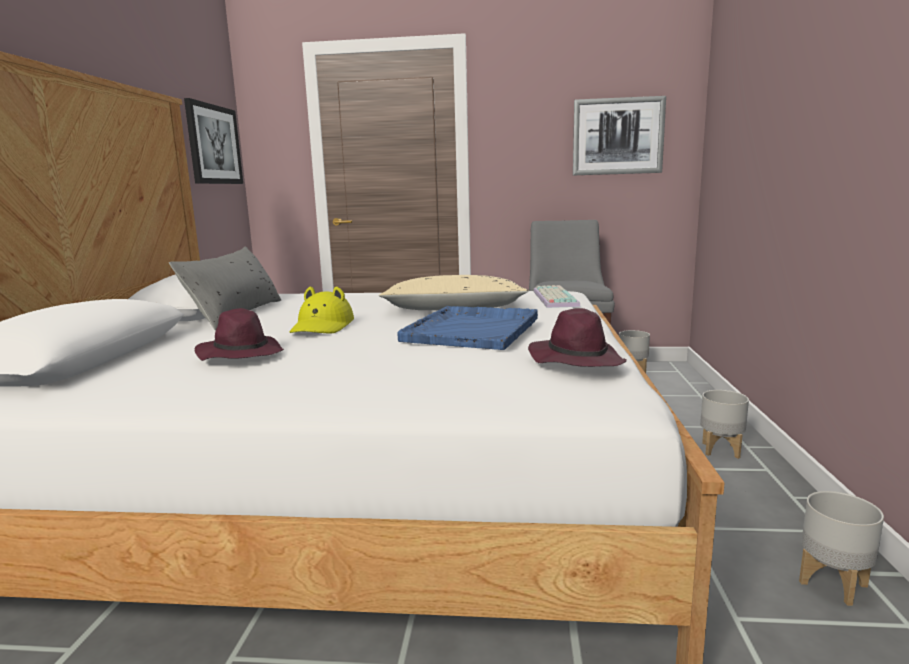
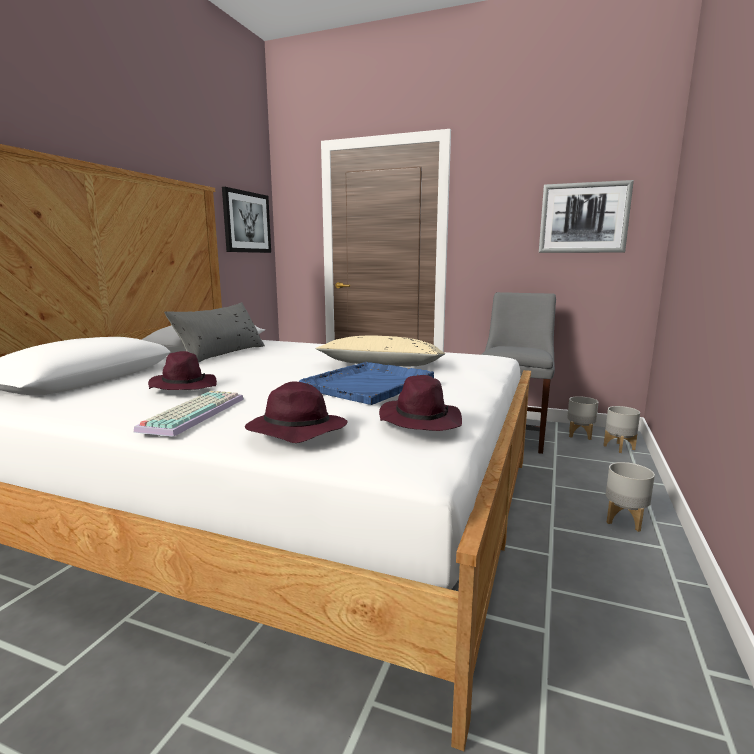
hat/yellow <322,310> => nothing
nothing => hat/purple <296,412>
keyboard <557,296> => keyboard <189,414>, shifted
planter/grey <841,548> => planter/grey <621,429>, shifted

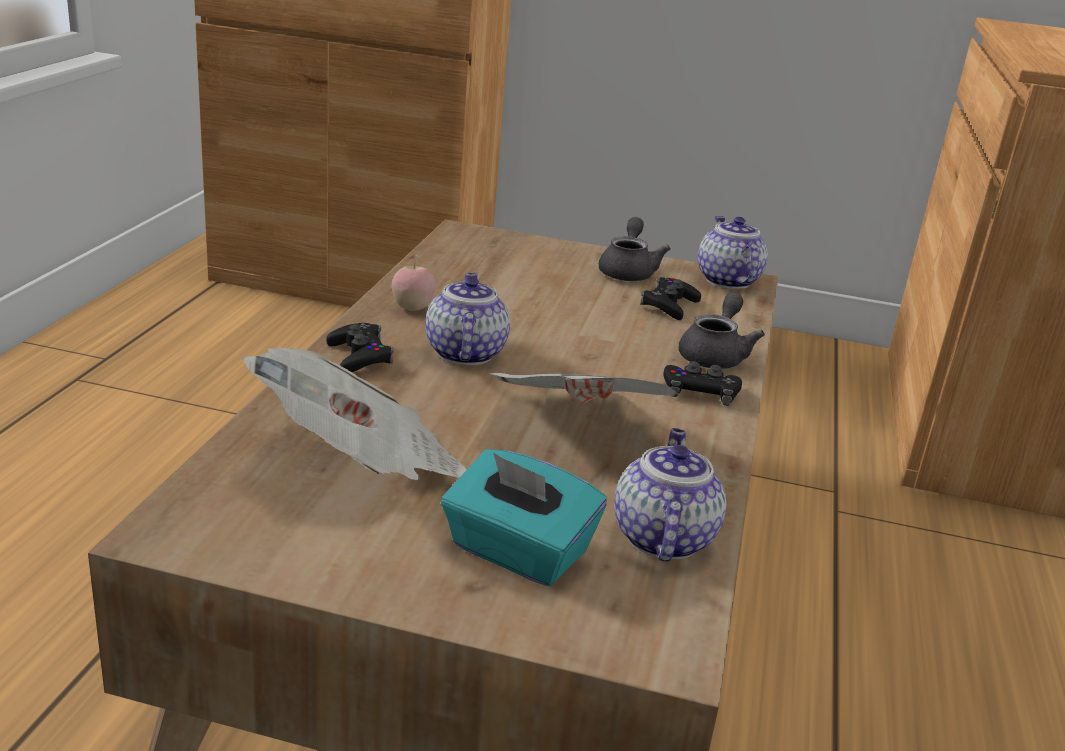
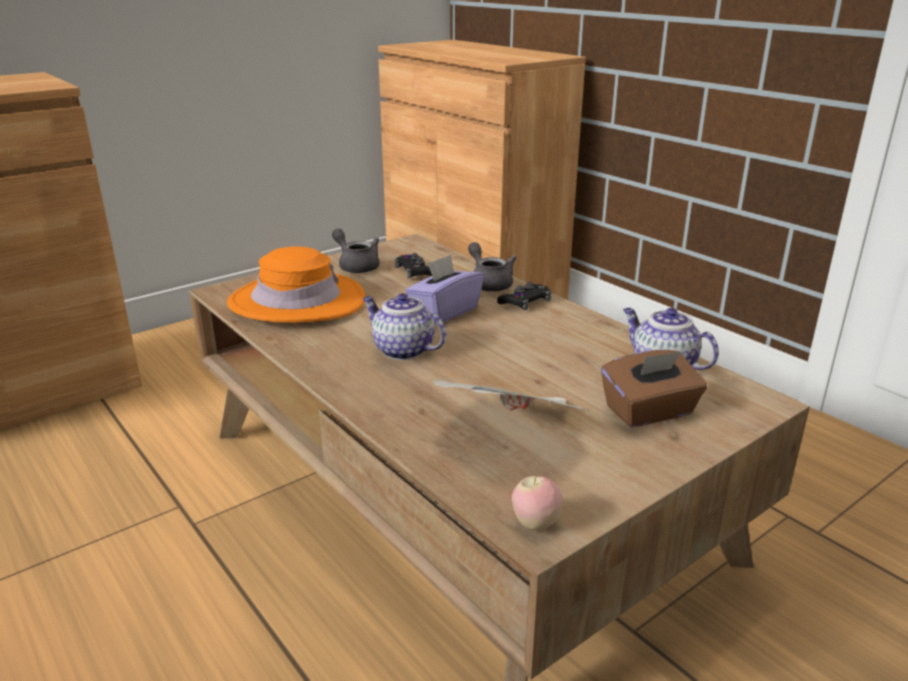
game controller/black <360,347> => nothing
newspaper <584,388> => nothing
teapot <733,252> => nothing
nothing => hat/orange <296,284>
nothing => tissue box/purple <444,289>
apple <414,287> => apple <537,503>, shifted
tissue box/turquoise <524,518> => tissue box/brown <654,388>

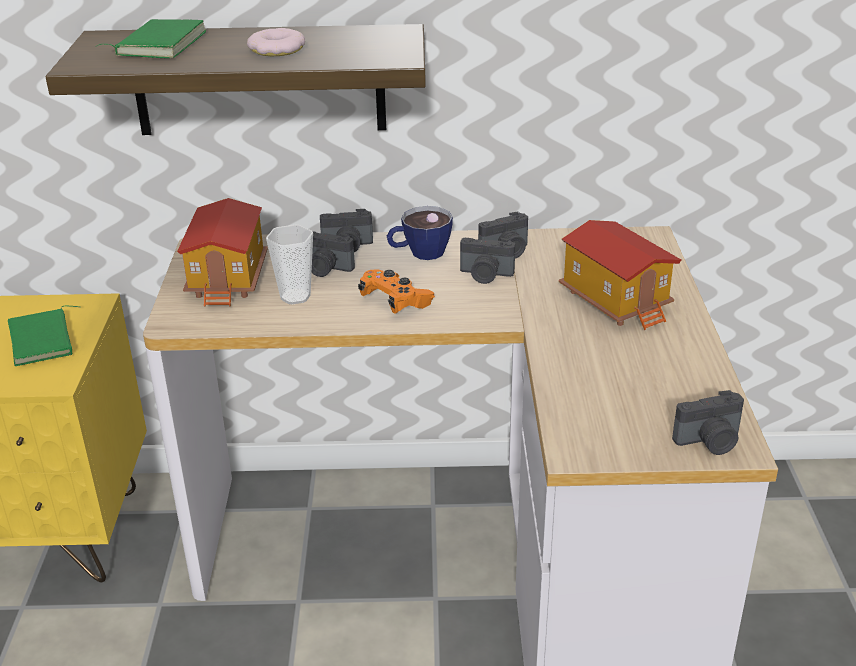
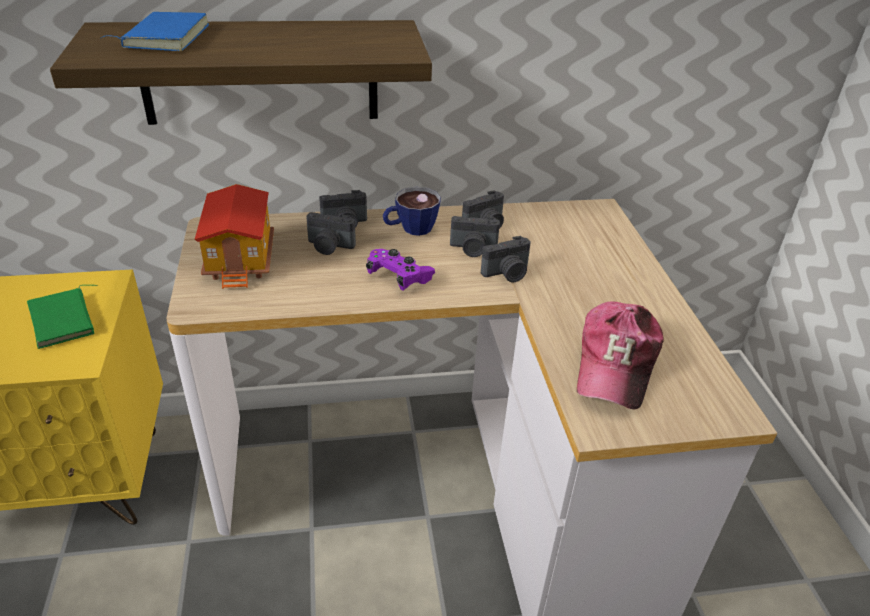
donut <276,42> => nothing
cup <289,264> => nothing
toy house <620,275> => nothing
nothing => cap <620,355>
photo camera <708,422> => photo camera <506,259>, shifted
book/green <151,39> => book/blue <155,31>
game controller/orange <396,291> => game controller/purple <400,270>

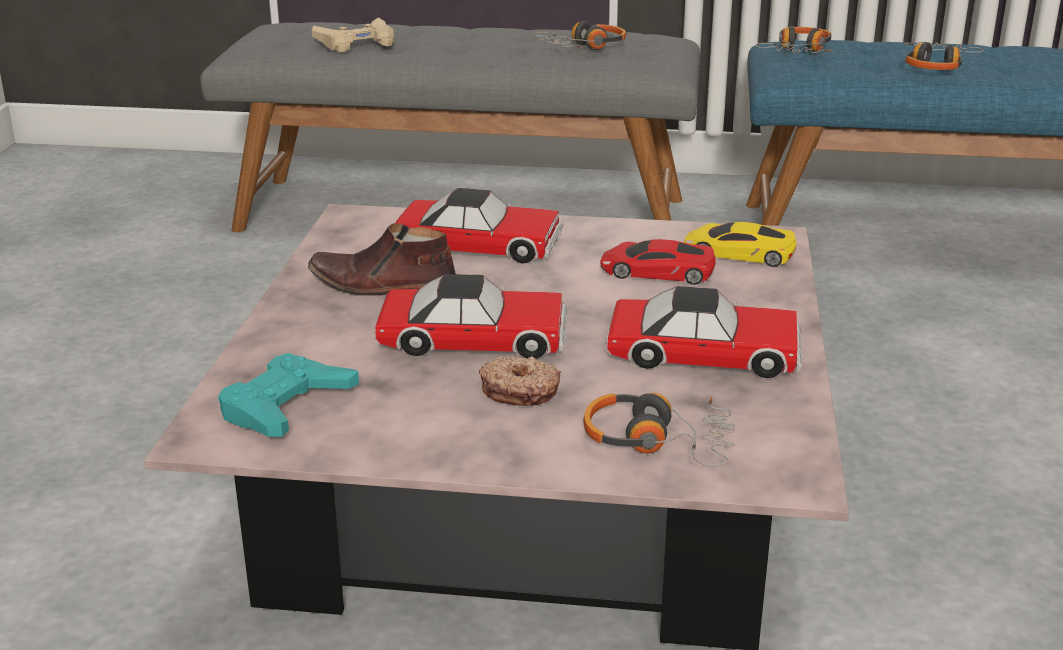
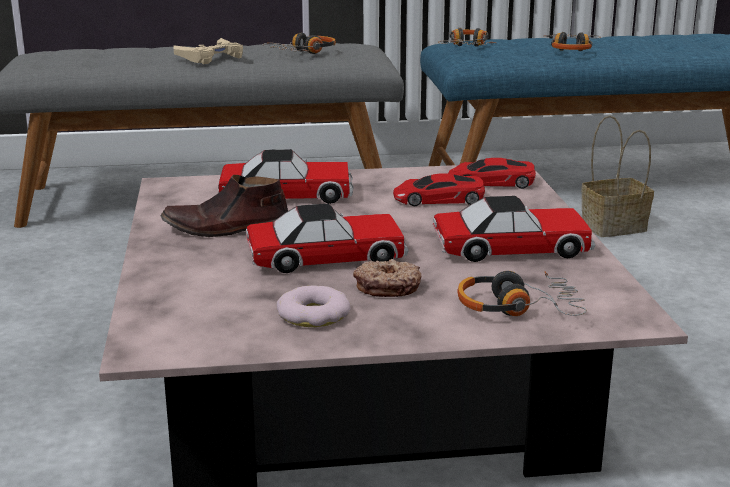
game controller/turquoise <288,395> => nothing
nothing => donut <313,306>
nothing => basket <617,176>
game controller/beige <353,35> => game controller/beige <208,51>, shifted
toy car/yellow <740,244> => toy car/red <492,173>

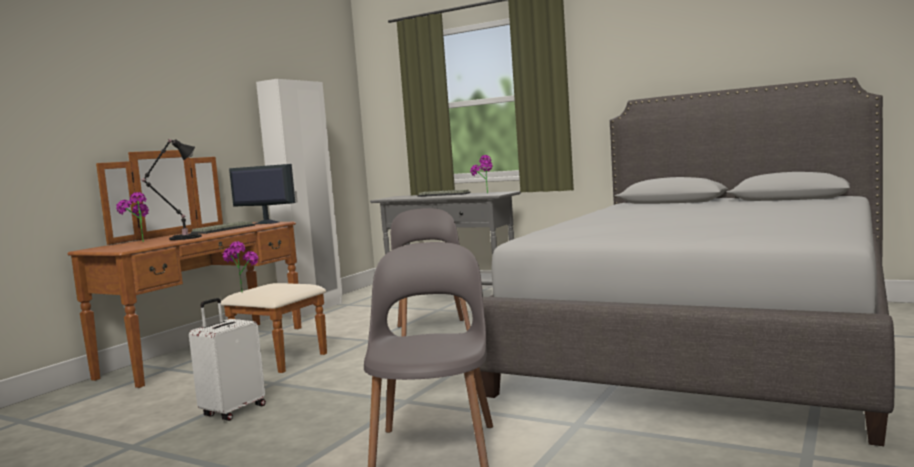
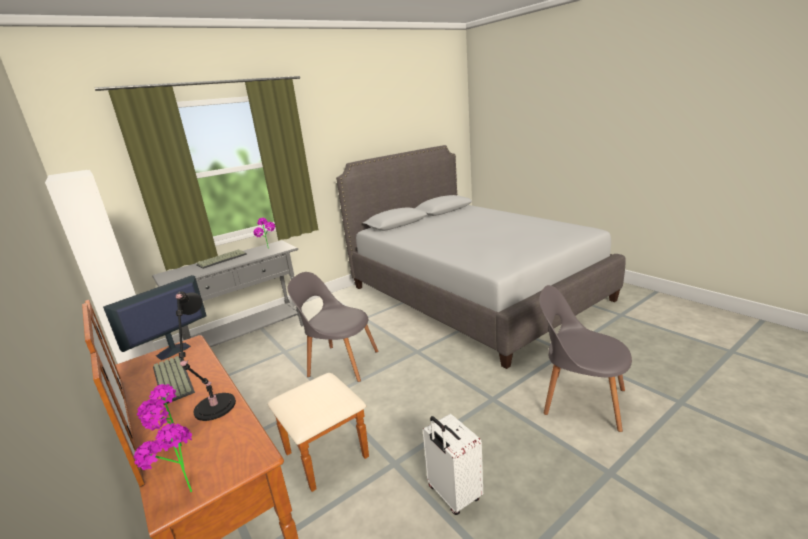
potted plant <240,266> => potted plant <163,457>, shifted

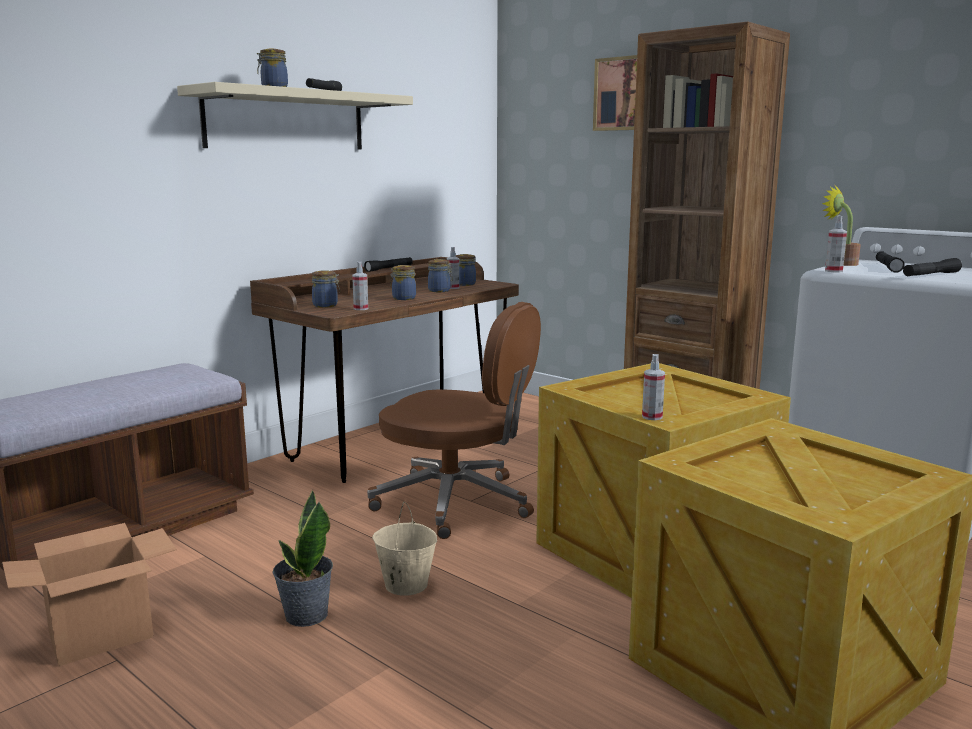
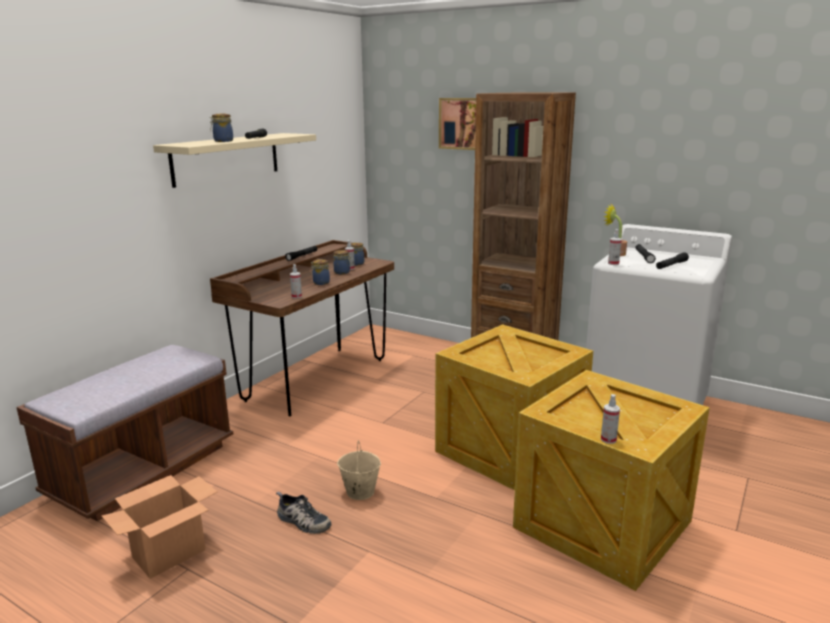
jar <326,289> => nothing
office chair/brown <454,420> => nothing
spray bottle <653,387> => spray bottle <610,419>, shifted
potted plant <303,558> => shoe <303,512>

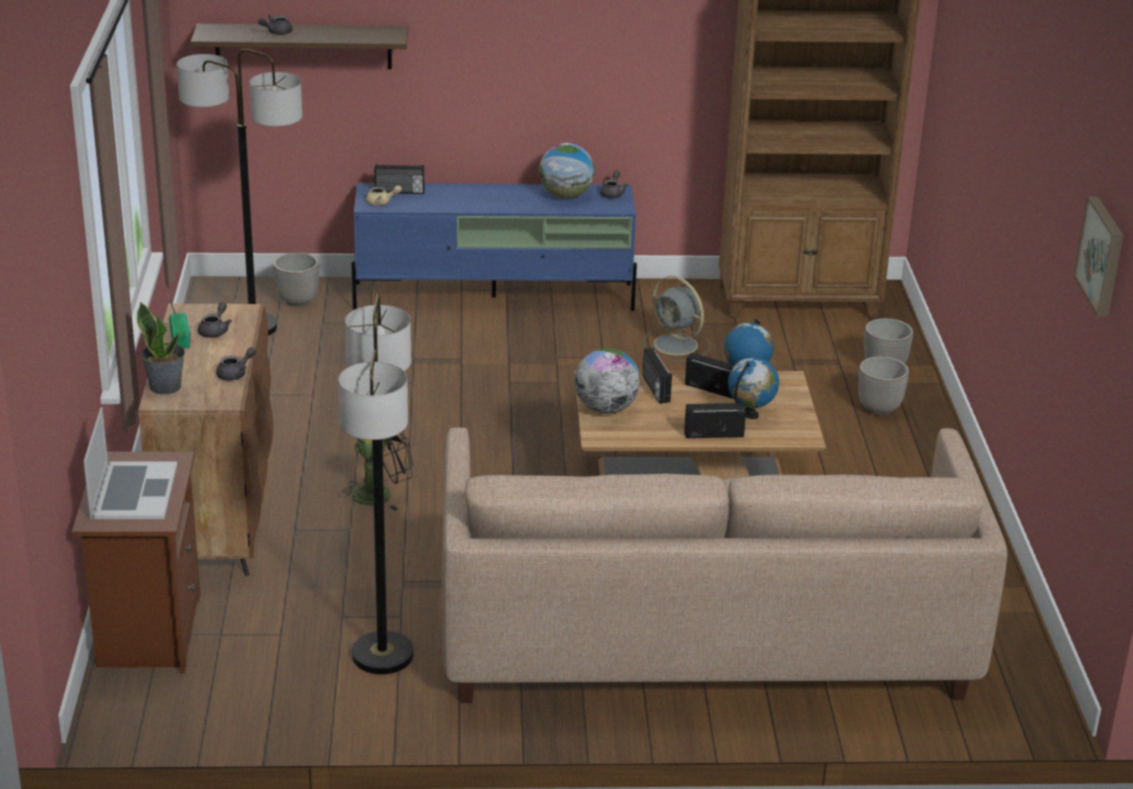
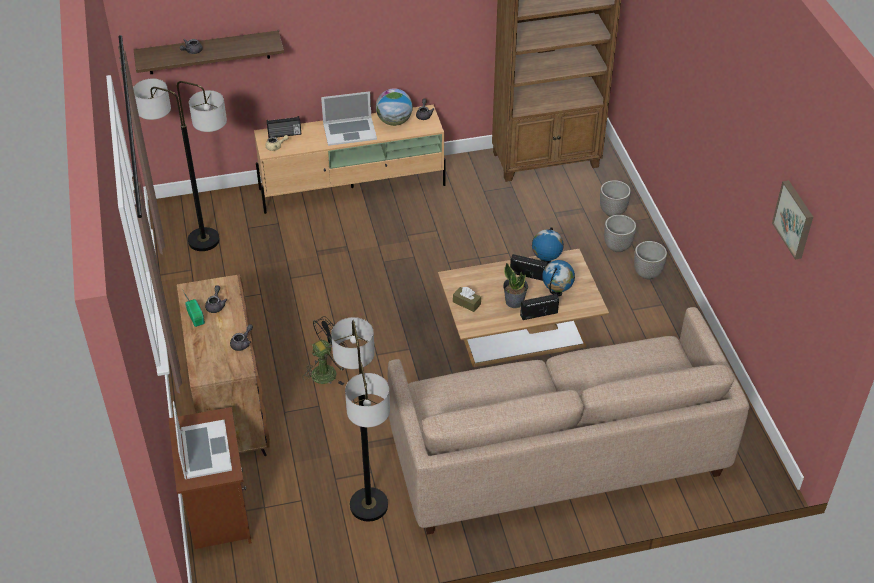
fan/grey <677,318> => nothing
radio <657,376> => nothing
nothing => laptop <349,118>
potted plant <161,348> => potted plant <515,285>, shifted
planter <296,280> => planter <650,260>, shifted
globe <607,381> => tissue box/brown <467,299>
tv stand/blue <494,247> => tv stand/beige <350,159>

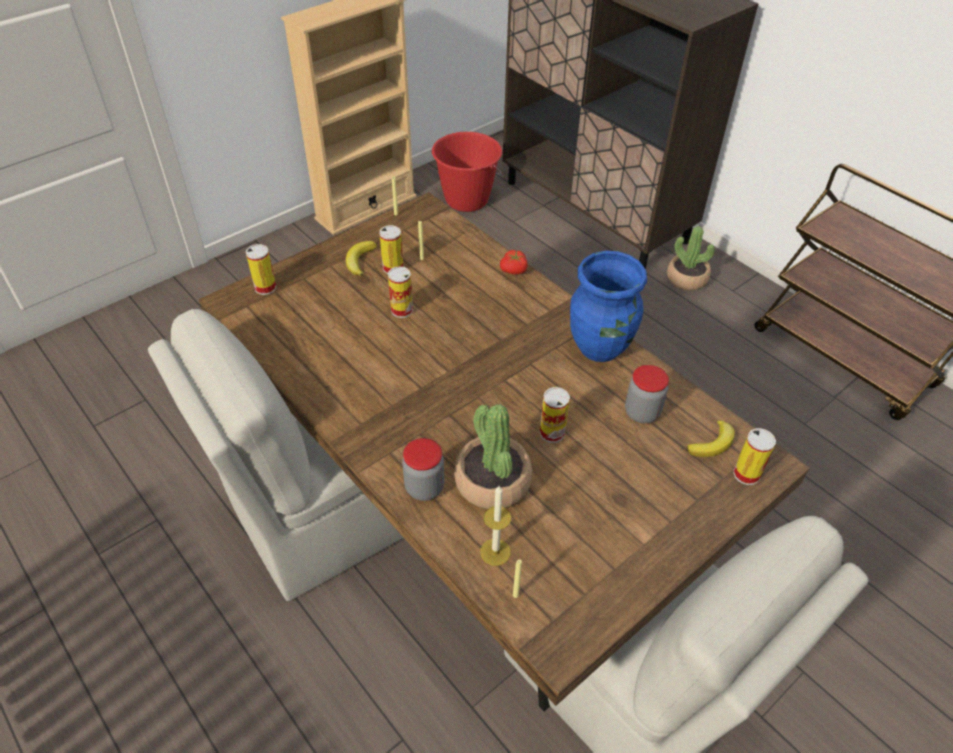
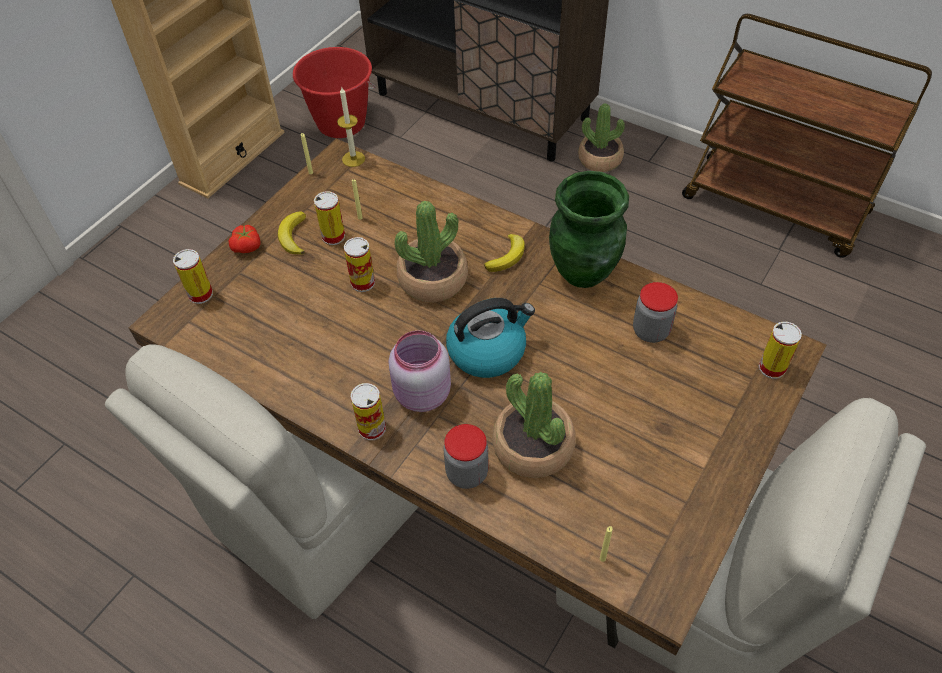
nothing => jar/pink <419,371>
nothing => potted plant <431,251>
nothing => kettle <490,338>
candle <495,526> => candle <351,127>, shifted
tomato <514,262> => tomato <244,239>, shifted
can <555,415> => can <368,411>, shifted
banana <711,438> => banana <504,253>, shifted
vase/blue <608,306> => vase/green <589,229>

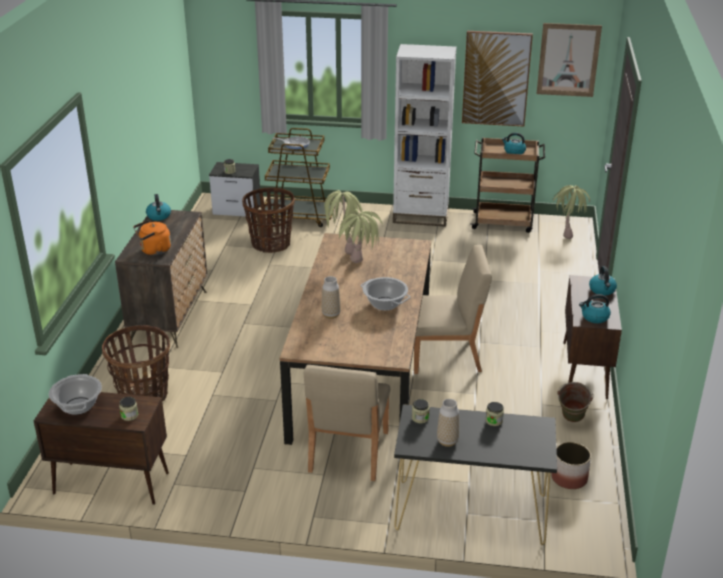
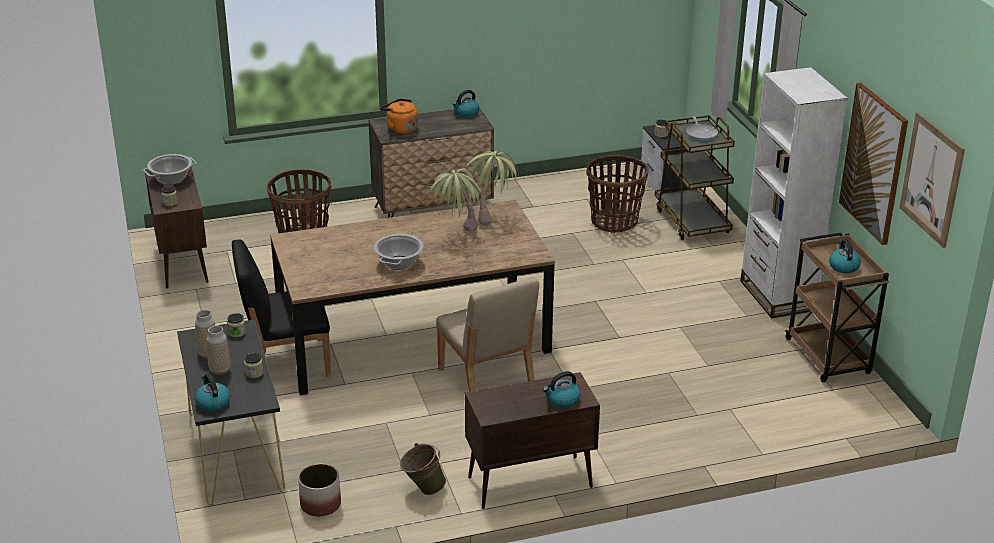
potted plant <571,212> => nothing
vase <331,297> => vase <219,350>, shifted
kettle <595,308> => kettle <212,392>, shifted
chair/beige <347,423> => chair/black <281,308>

